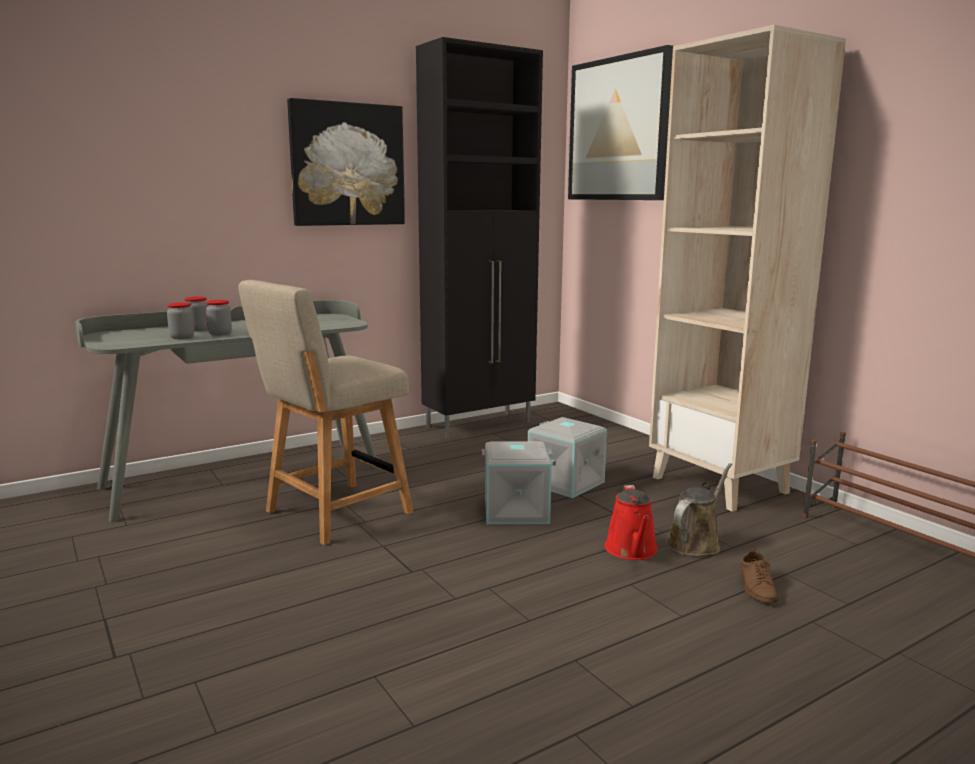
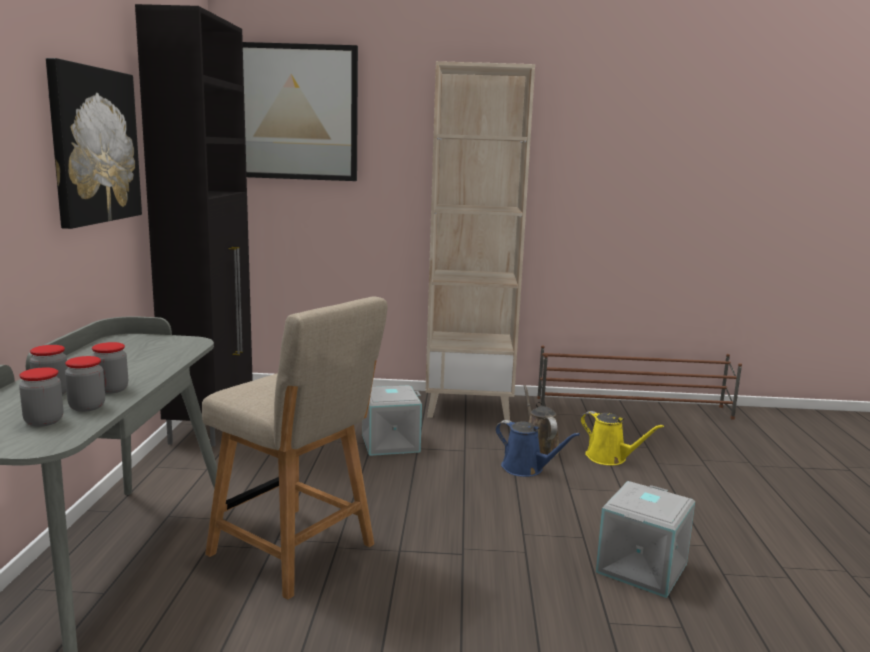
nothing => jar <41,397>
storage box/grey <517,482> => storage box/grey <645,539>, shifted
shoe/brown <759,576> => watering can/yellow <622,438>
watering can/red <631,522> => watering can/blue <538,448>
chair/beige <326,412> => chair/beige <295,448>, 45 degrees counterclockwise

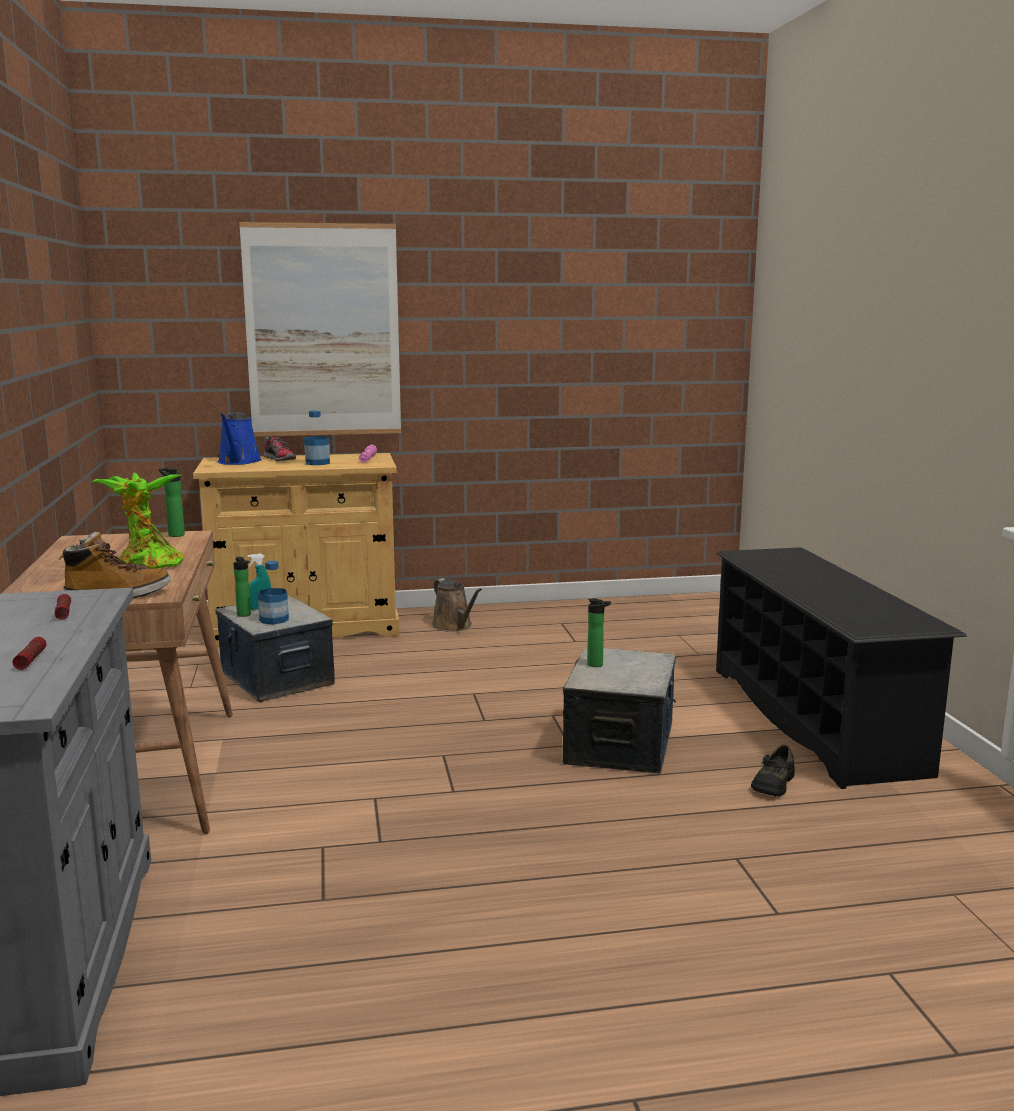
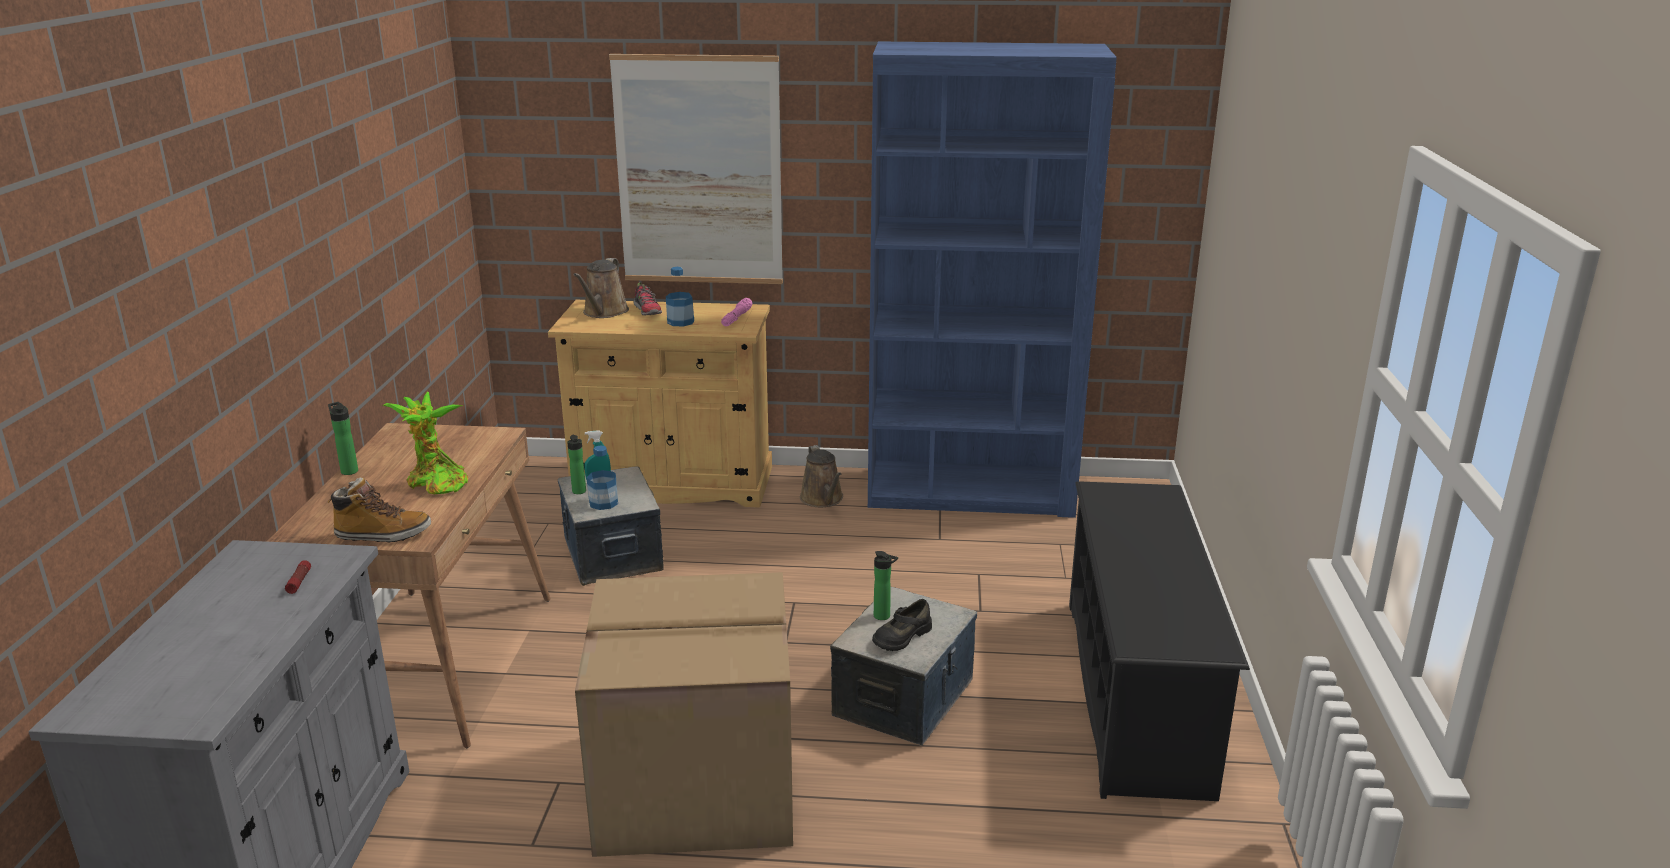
flashlight <29,653> => nothing
nothing => cardboard box <684,714>
nothing => bookcase/blue <992,279>
bottle <172,502> => bottle <343,438>, shifted
shoe/black <773,770> => shoe/black <902,625>, shifted
watering can/blue <240,438> => watering can/brown <601,288>

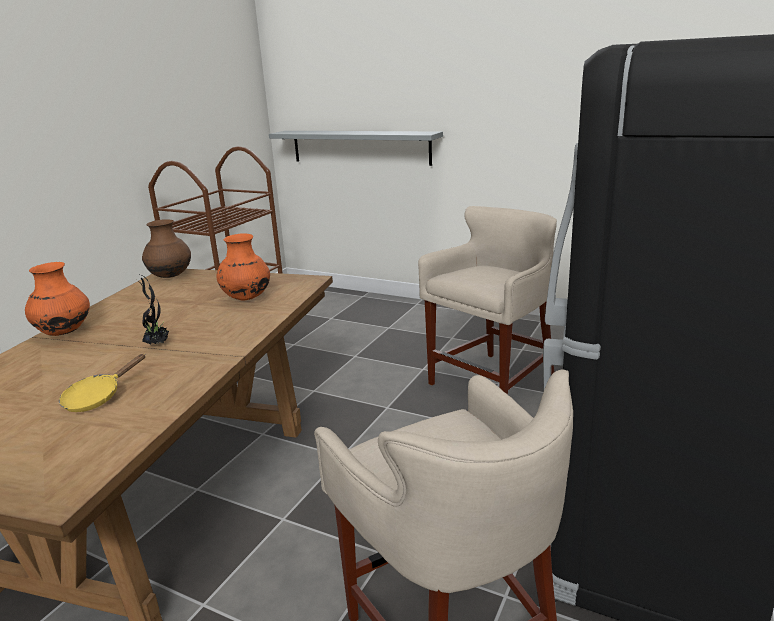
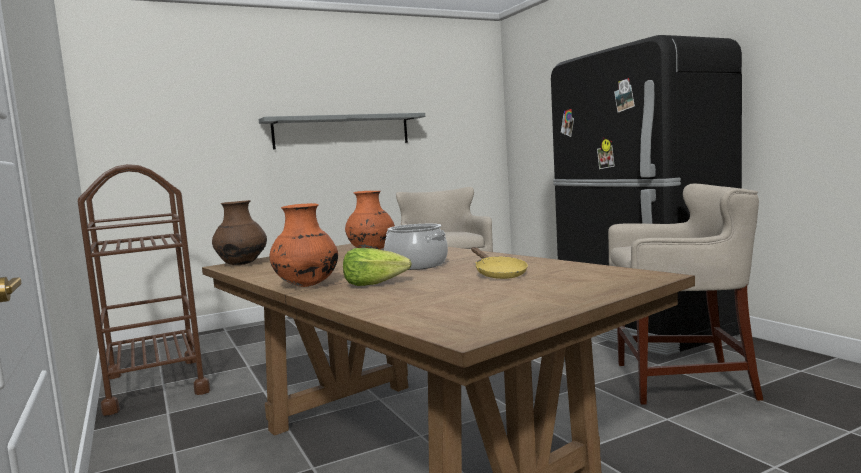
nothing => lettuce <377,267>
shelf/grey <356,148> => shelf/grey <342,131>, shifted
potted plant <151,310> => cooking pot <416,247>

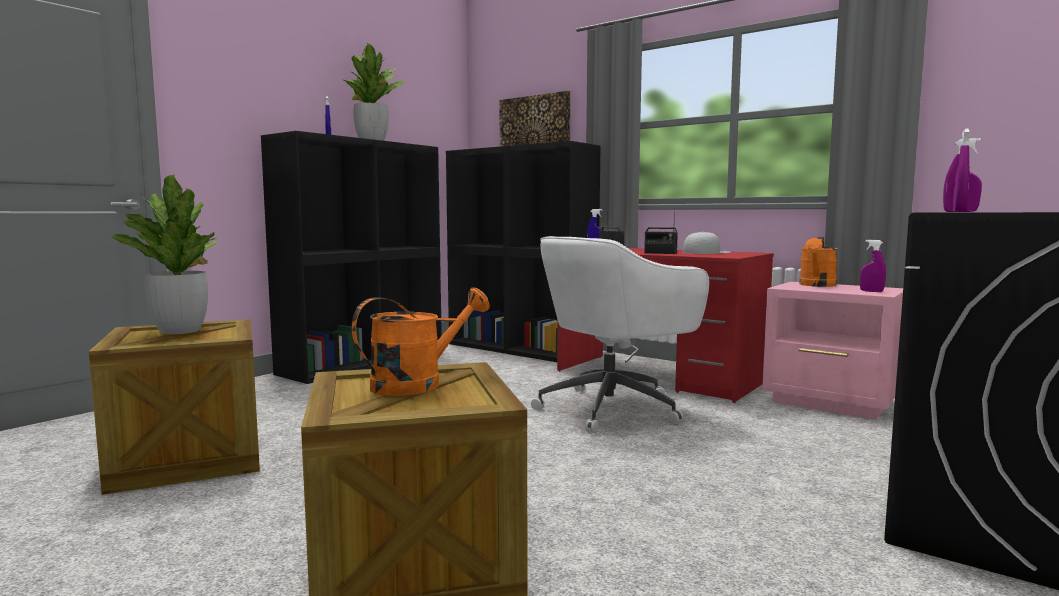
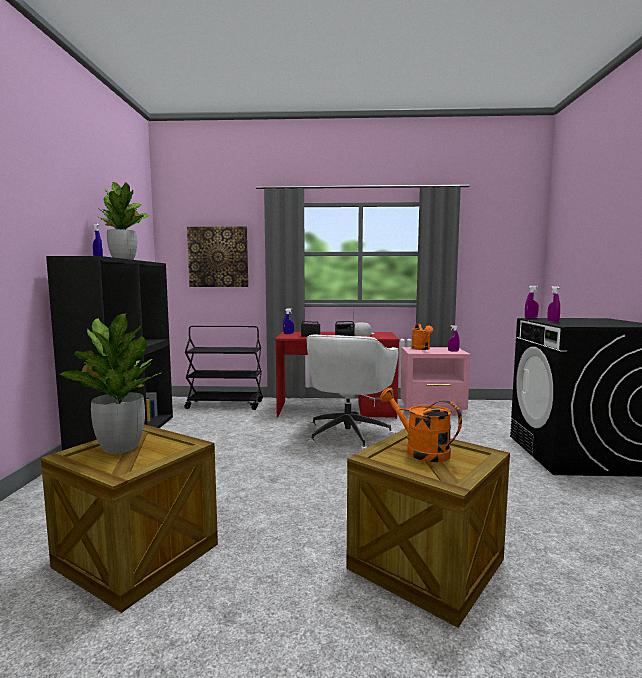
bookcase/black <523,251> => cart/black <223,368>
watering can/orange <421,342> => watering can/orange <421,425>, 60 degrees counterclockwise

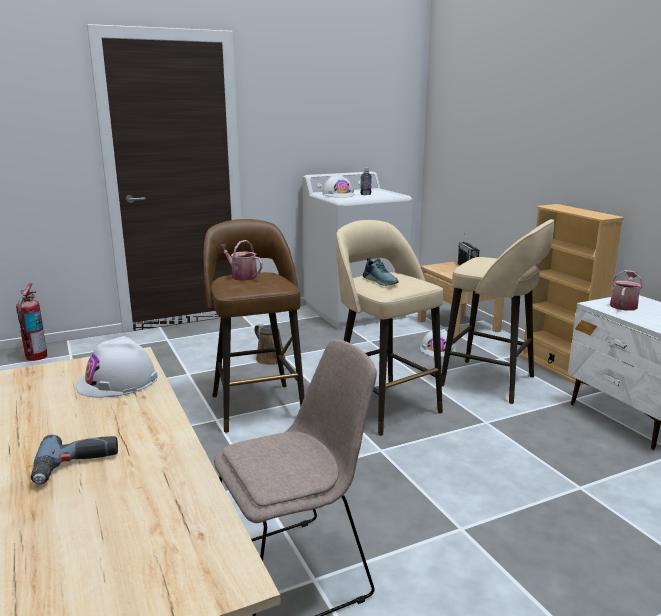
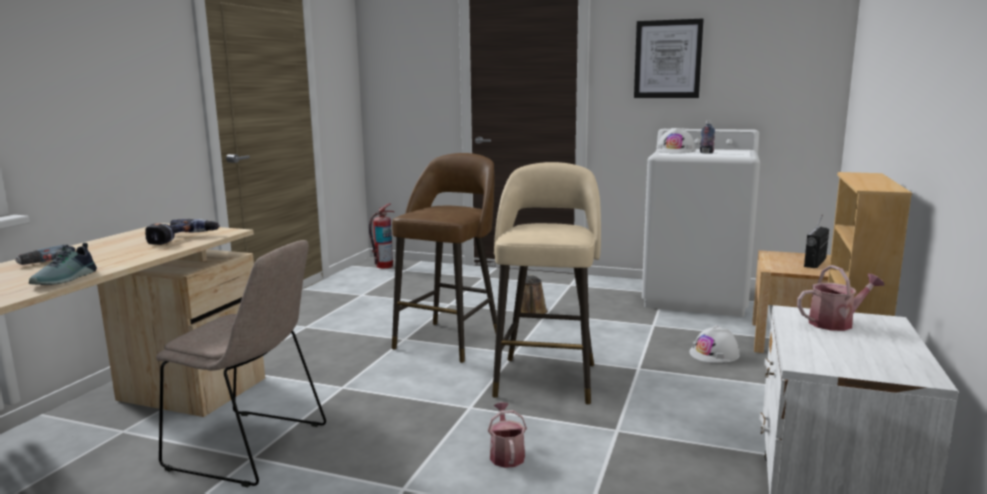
stool/beige <497,311> => nothing
nothing => picture <669,58>
watering can <242,260> => watering can <507,435>, shifted
shoe <381,272> => shoe <63,264>, shifted
hard hat/white <117,367> => power drill <182,232>

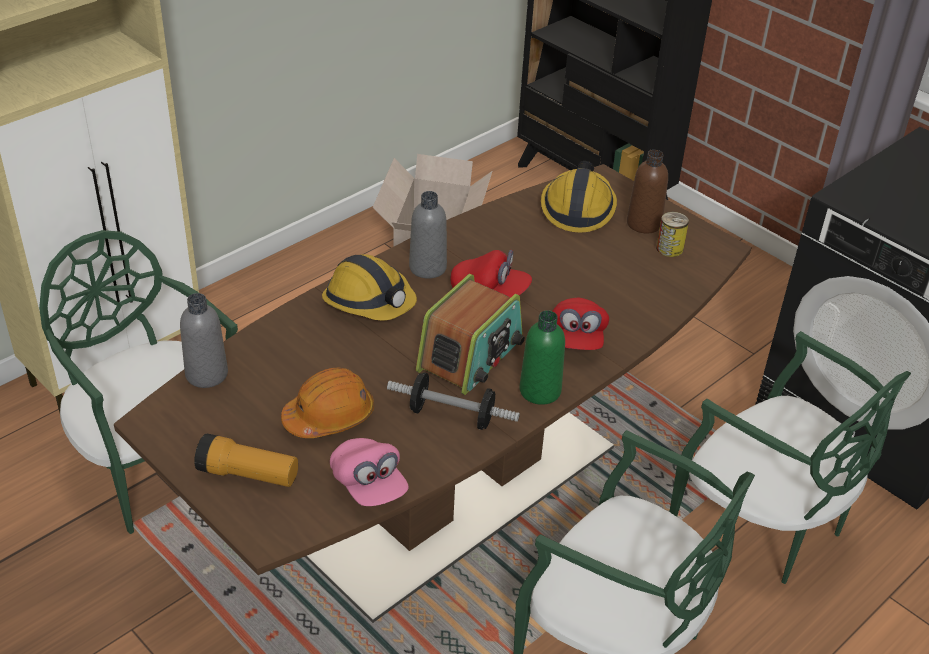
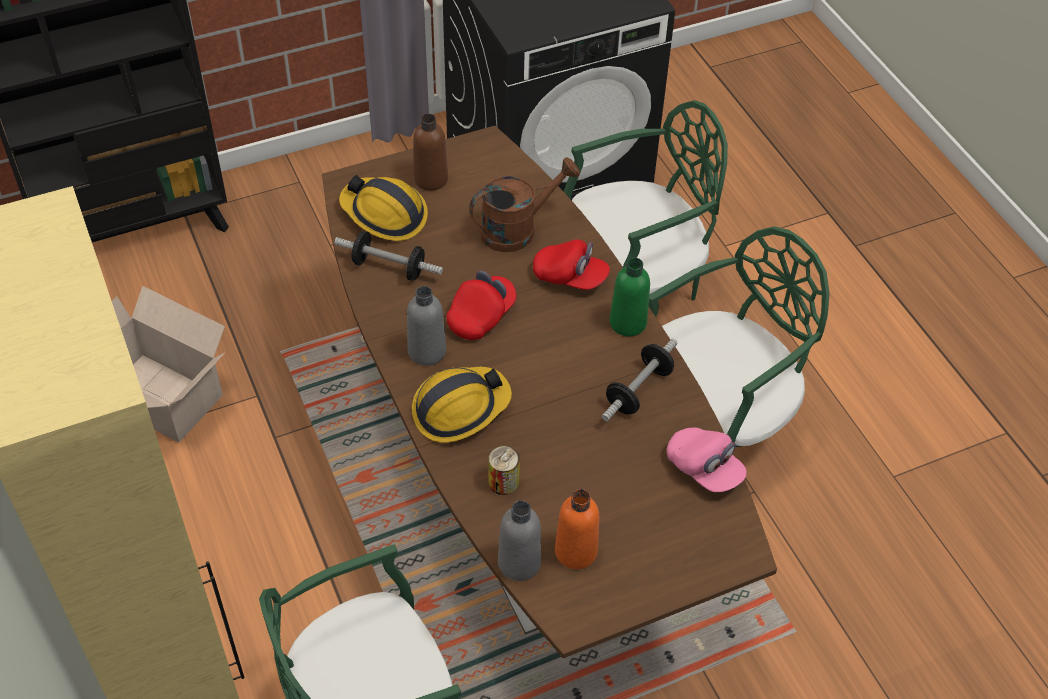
flashlight <246,460> => nothing
hard hat/orange <327,403> => nothing
radio <470,334> => nothing
nothing => dumbbell <388,256>
nothing => watering can/brown <524,204>
nothing => bottle/orange <577,529>
can <672,234> => can <504,470>, shifted
cap/pink <369,472> => cap/pink <707,459>, 60 degrees clockwise

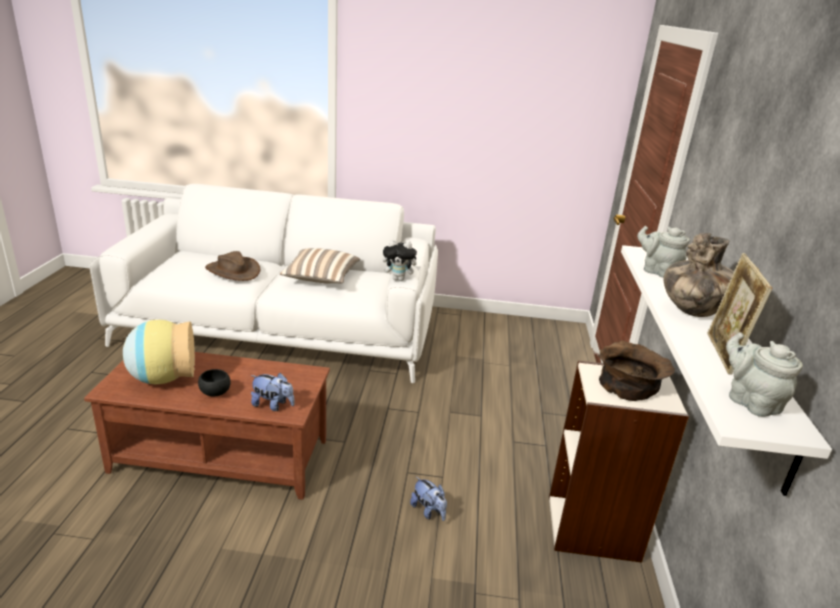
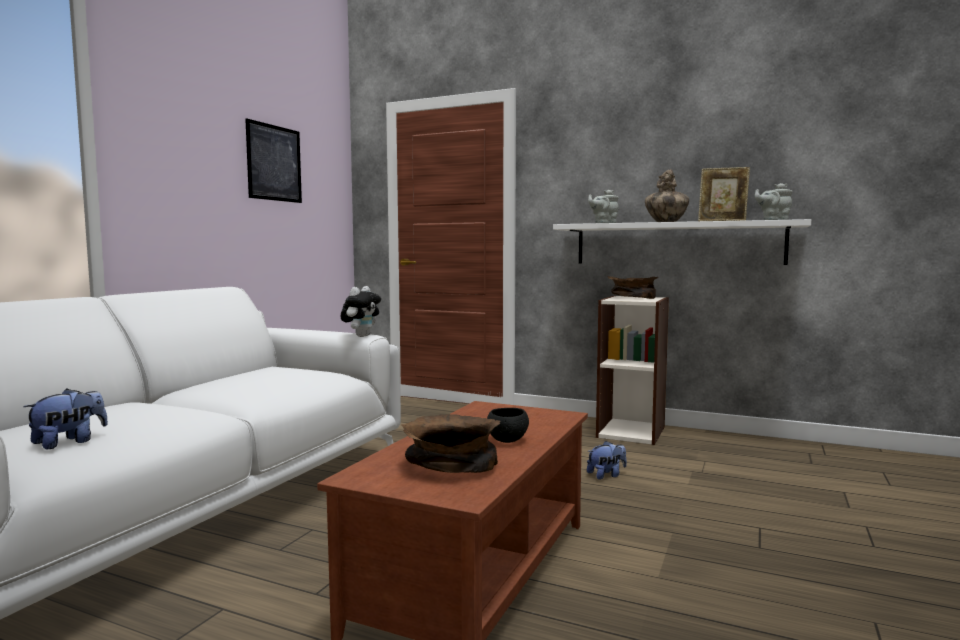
hat/brown <232,266> => nothing
pillow <320,265> => nothing
nothing => picture <273,161>
plush toy <273,392> => plush toy <65,418>, shifted
vase <159,352> => bowl/brown <451,443>

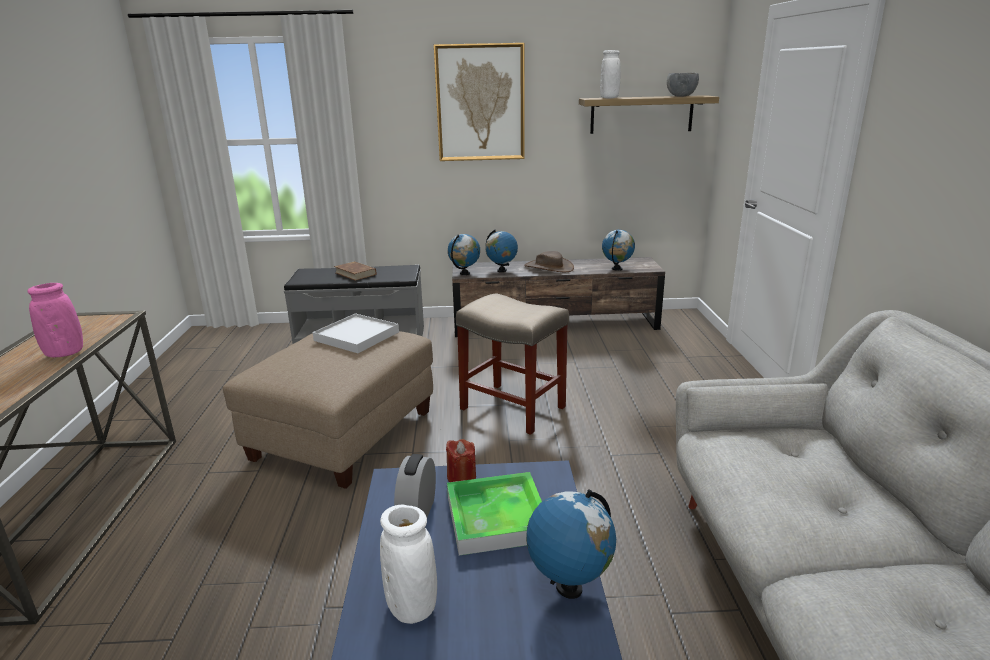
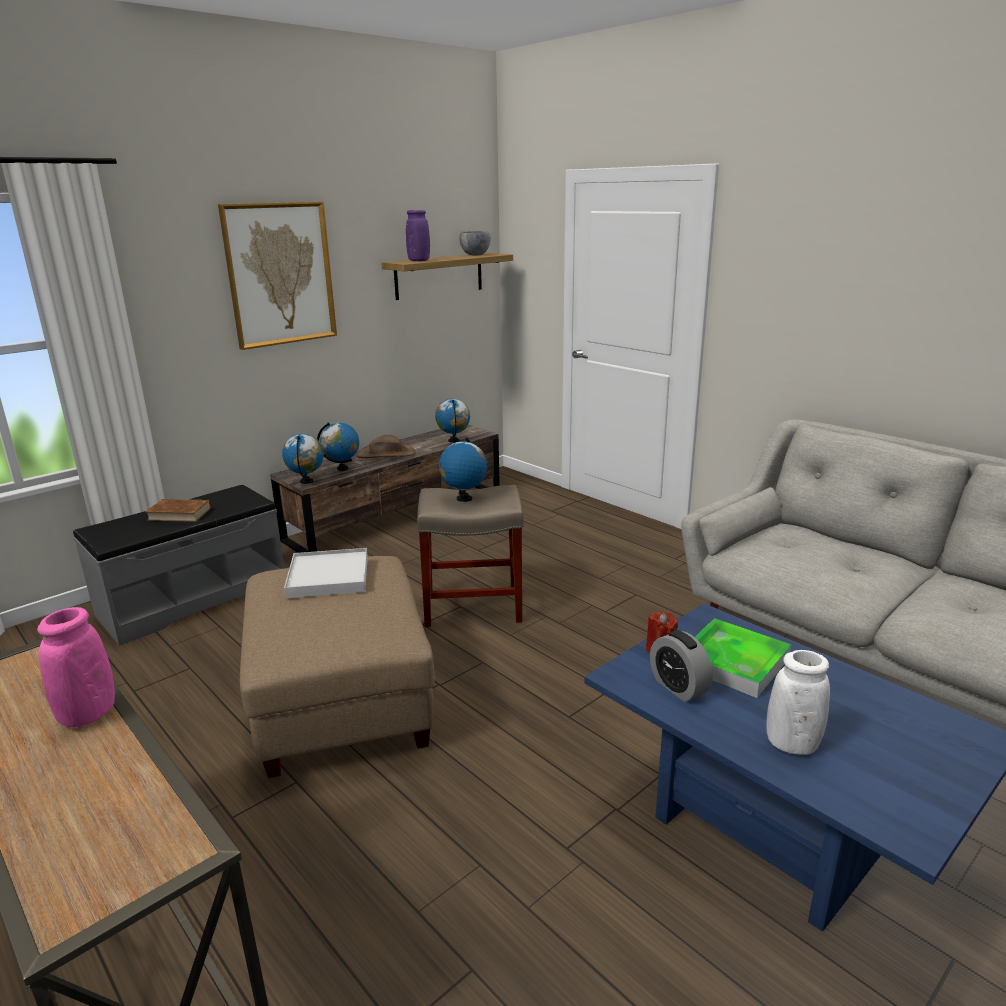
globe <571,544> => globe <463,469>, shifted
vase/white <610,74> => vase/purple <418,235>

